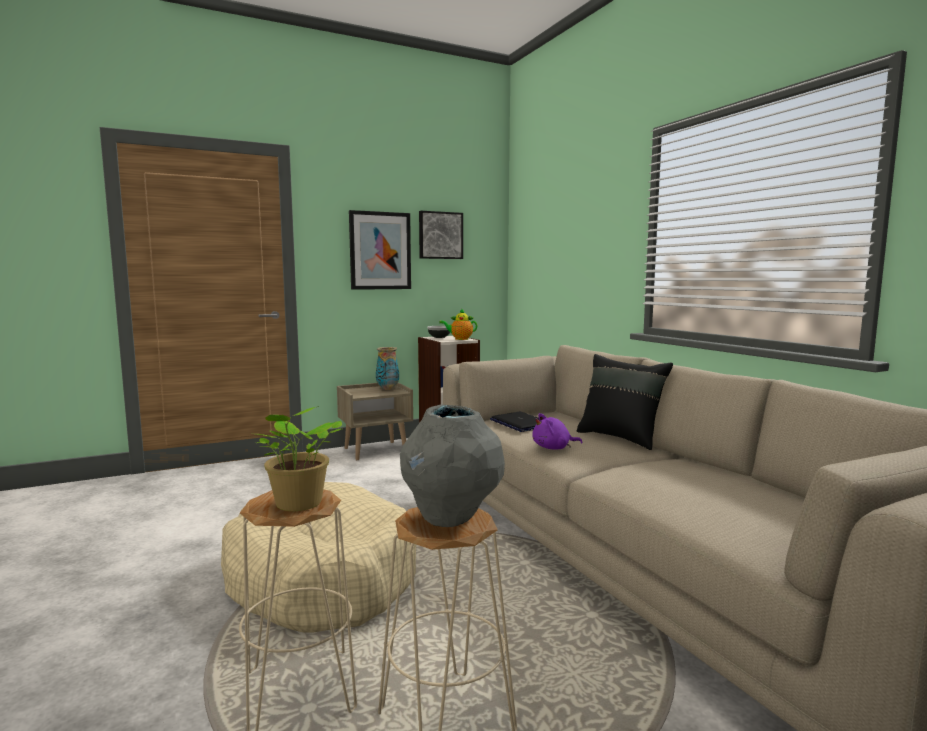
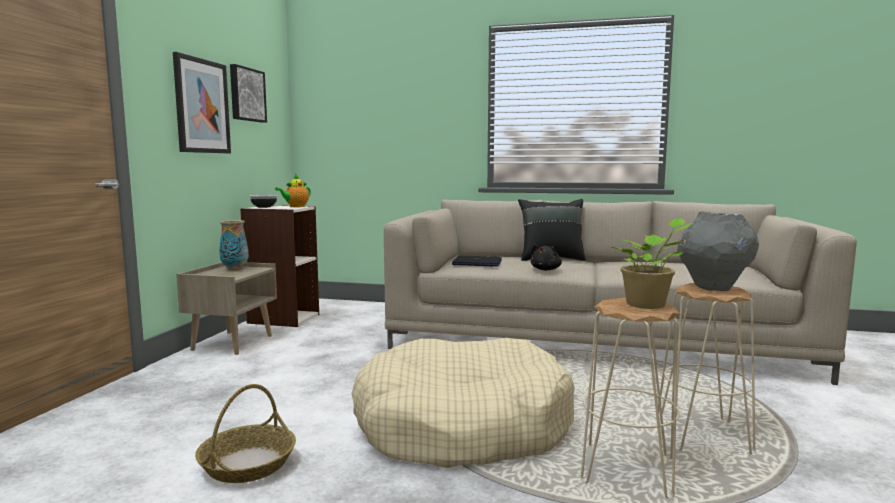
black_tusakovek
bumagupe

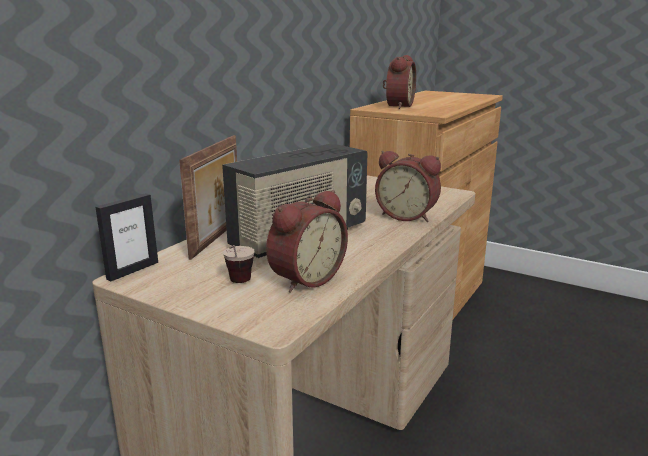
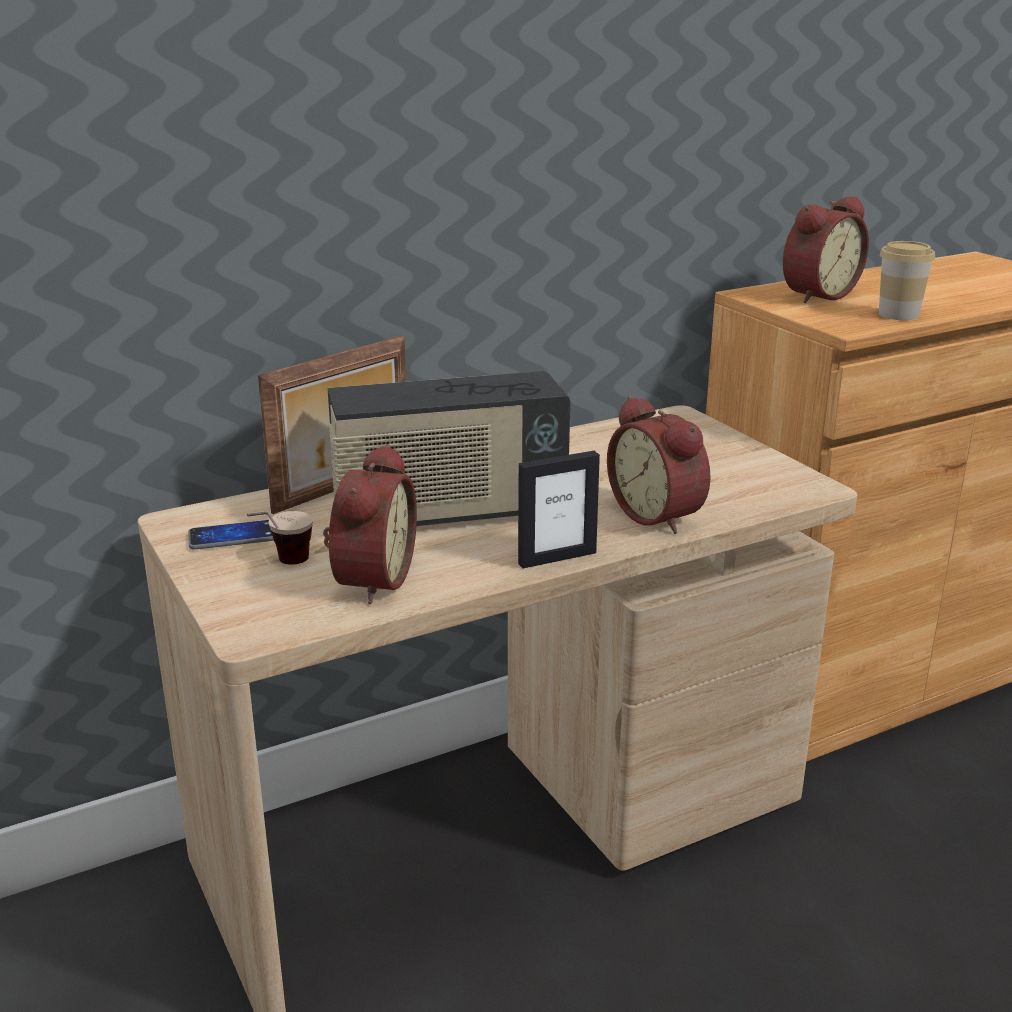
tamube (no. 2 from left)
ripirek (no. 1 from left)
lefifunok
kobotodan (no. 2 from left)

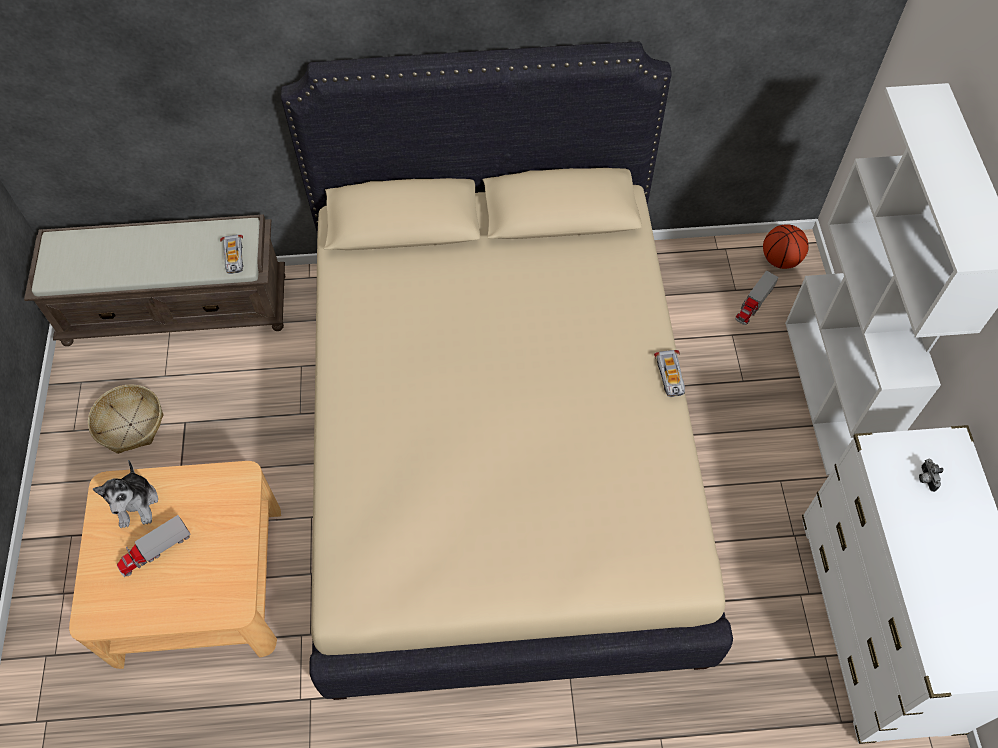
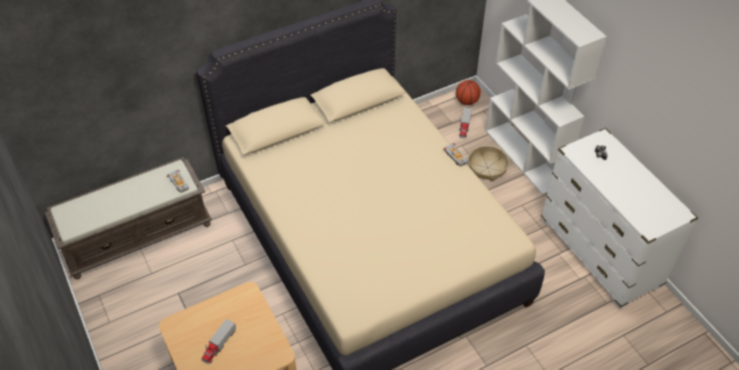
bumagupe
tusakovek

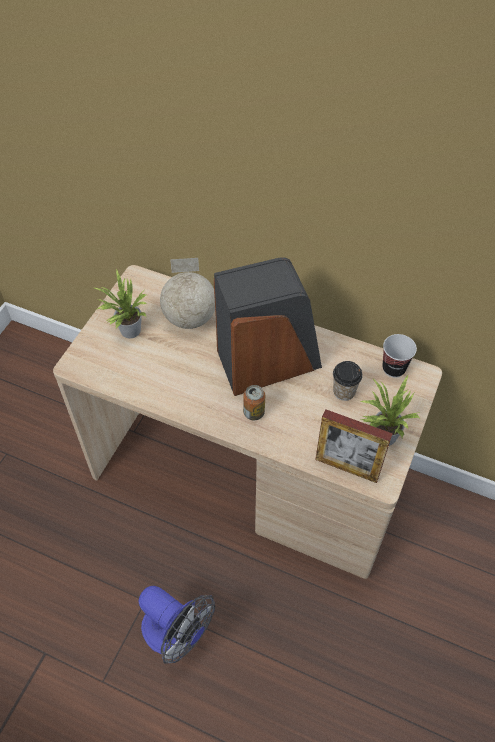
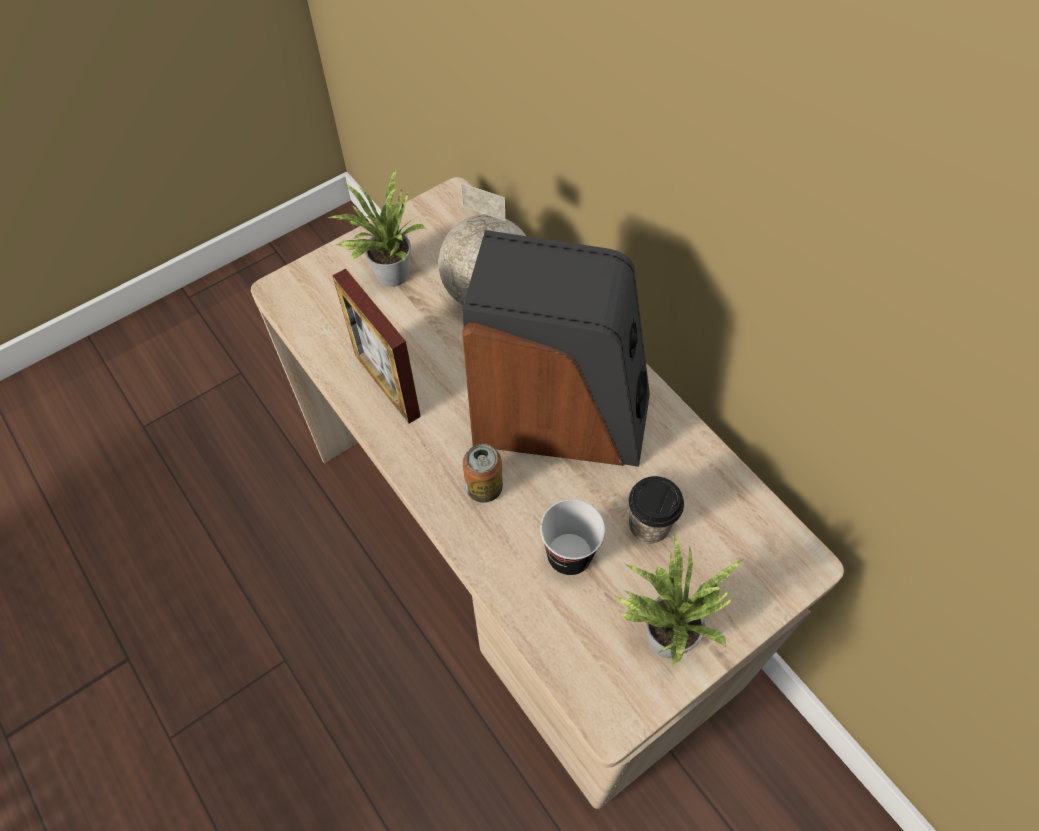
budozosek
tamube
kobotodan (no. 1 from left)

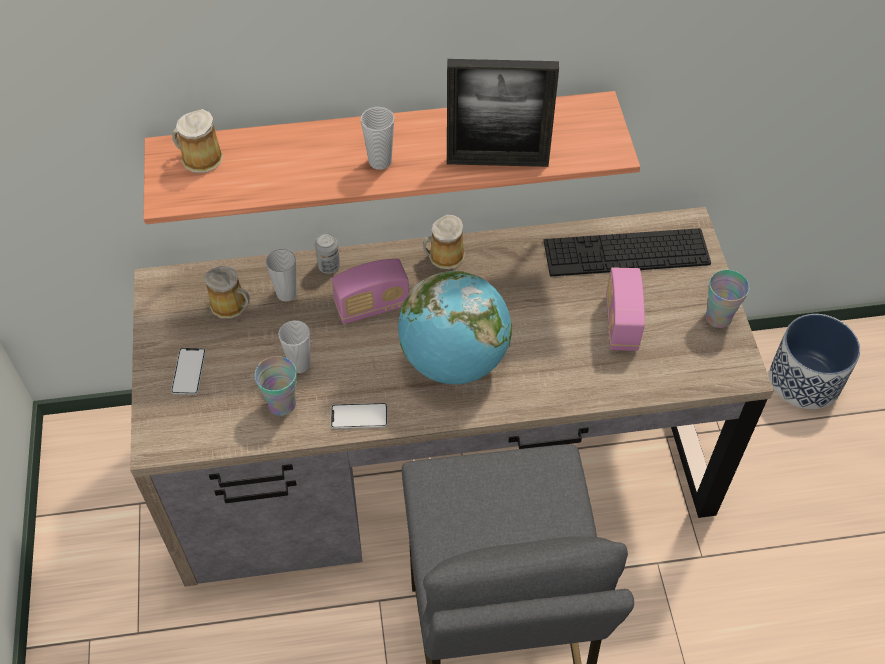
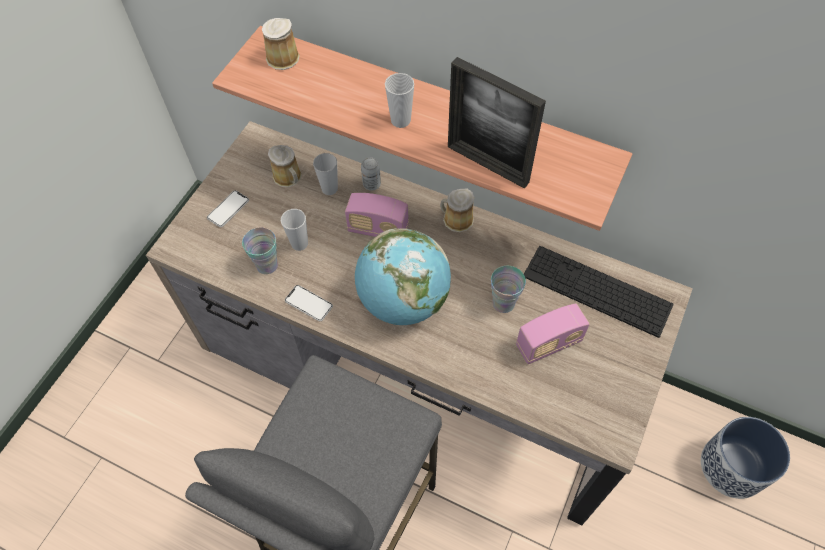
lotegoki (no. 2 from left)
kobotodan (no. 5 from left)

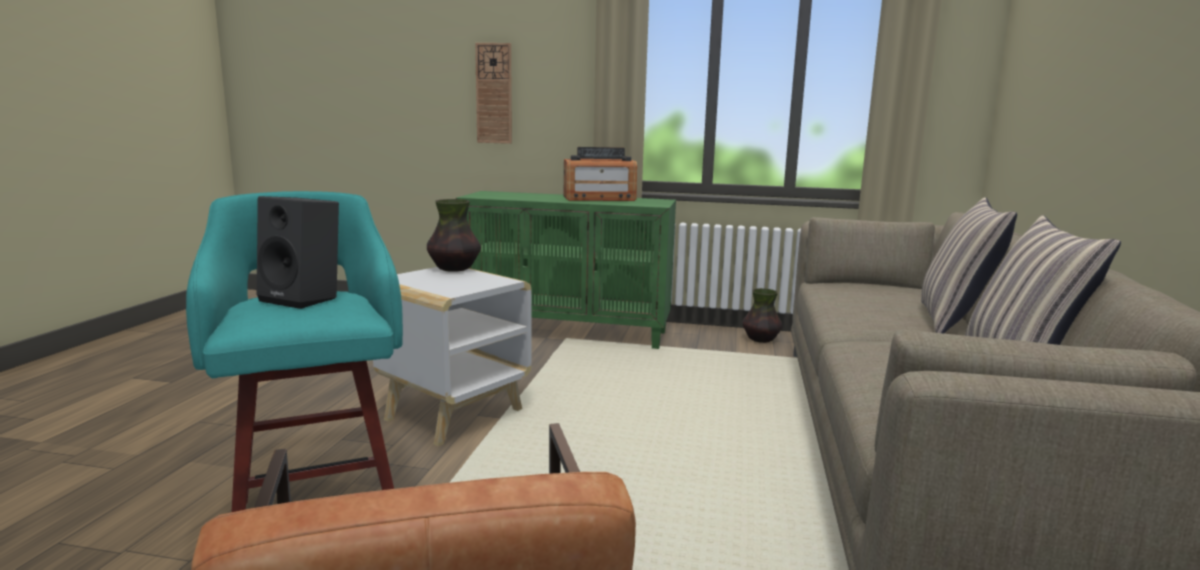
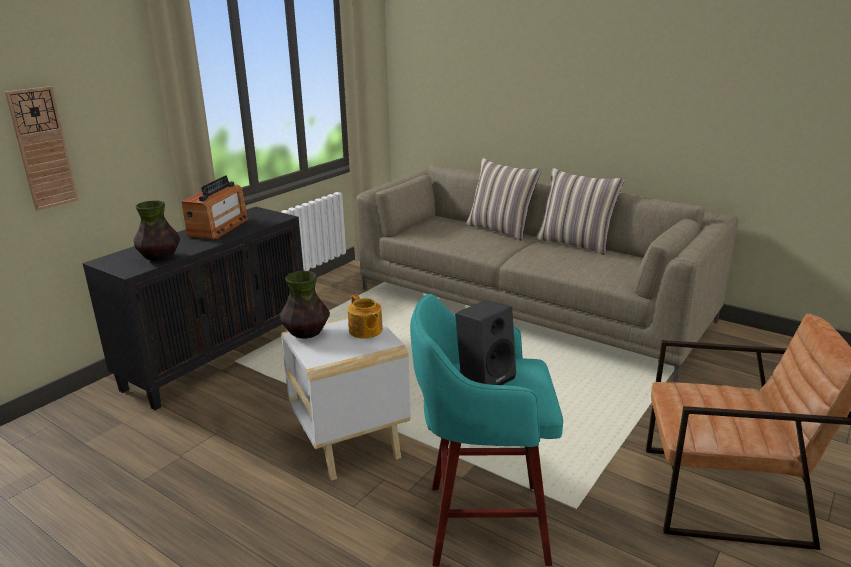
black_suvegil
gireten (no. 1 from left)
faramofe

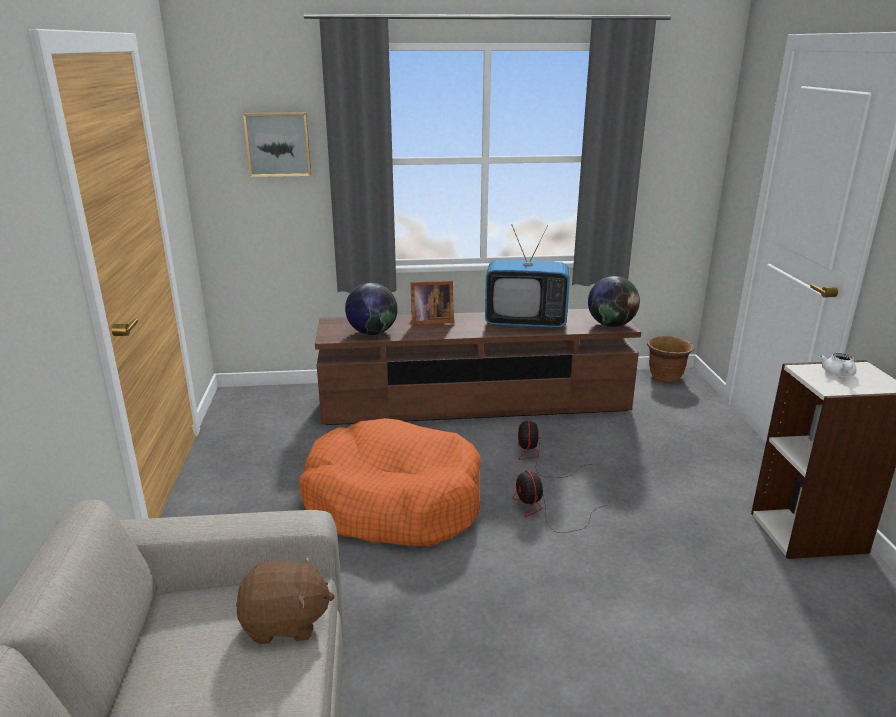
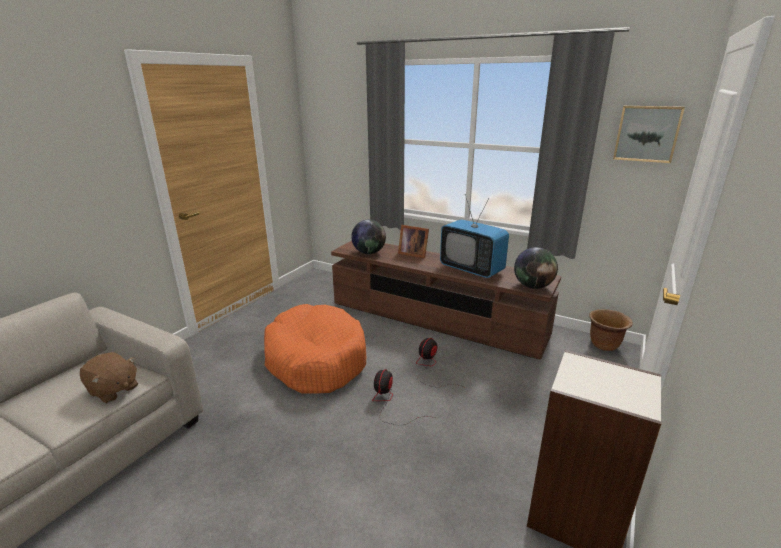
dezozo
white_faramofe

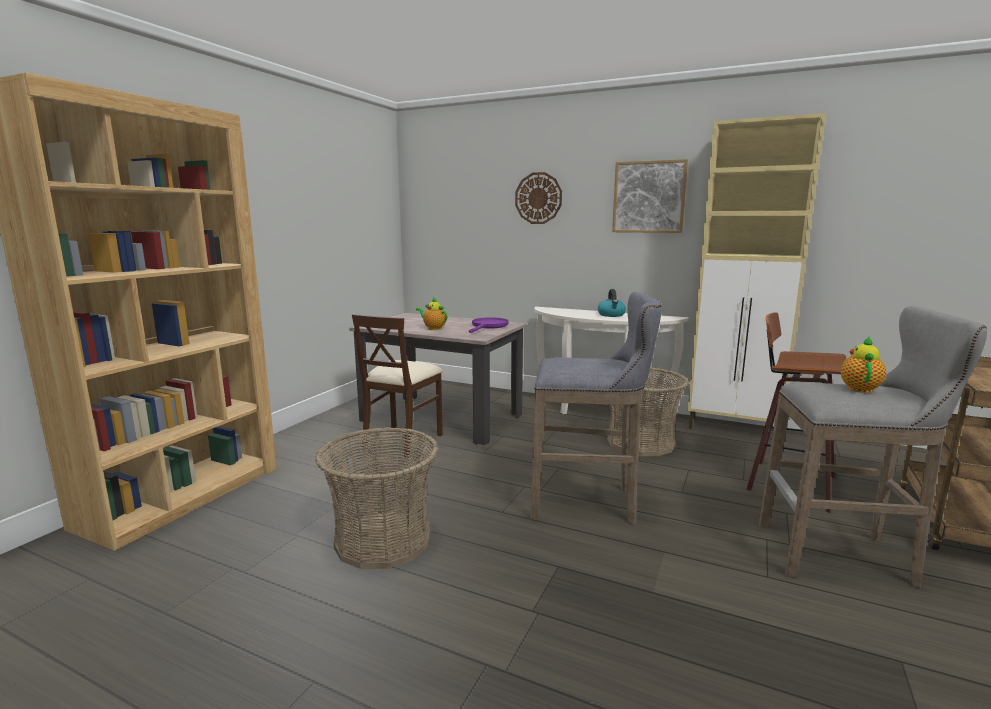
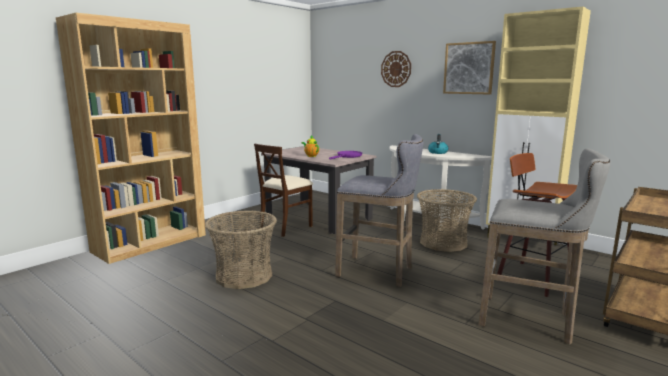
faramofe (no. 2 from left in the first image)

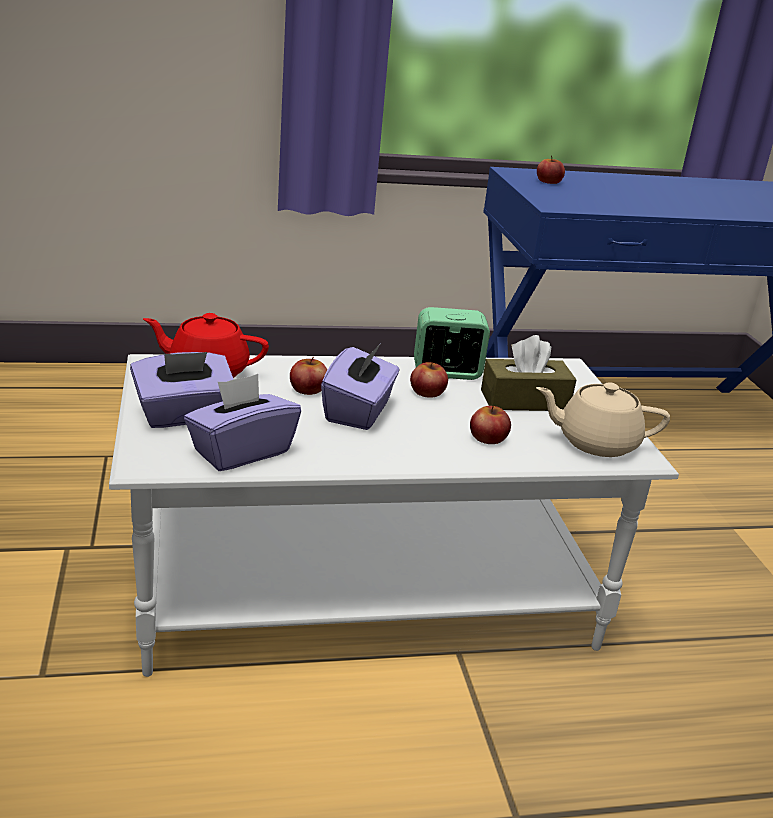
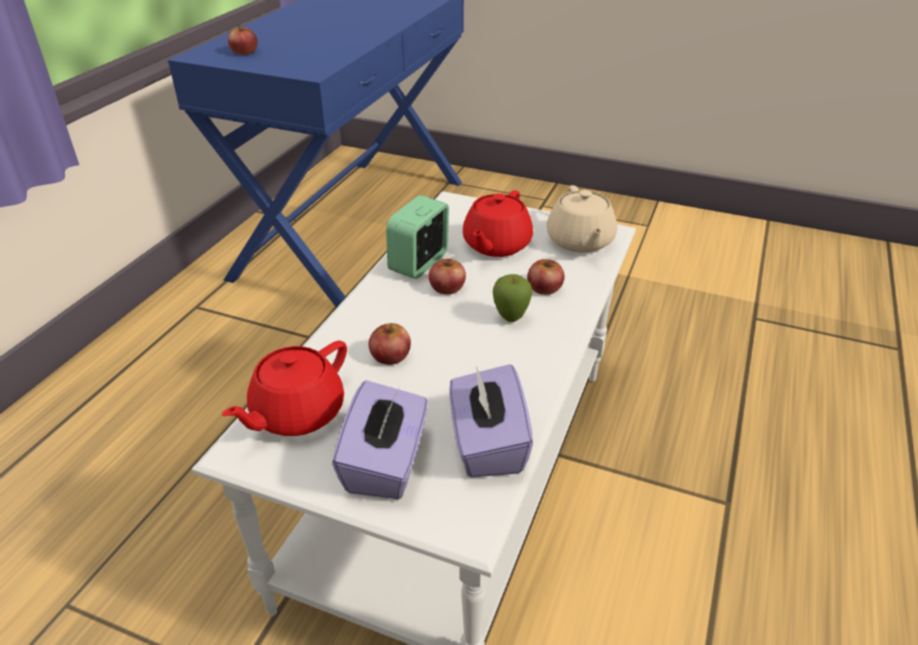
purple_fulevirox (no. 3 from left in the first image)
red_faramofe (no. 2 from left)
beige_faramofe
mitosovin (no. 4 from left)

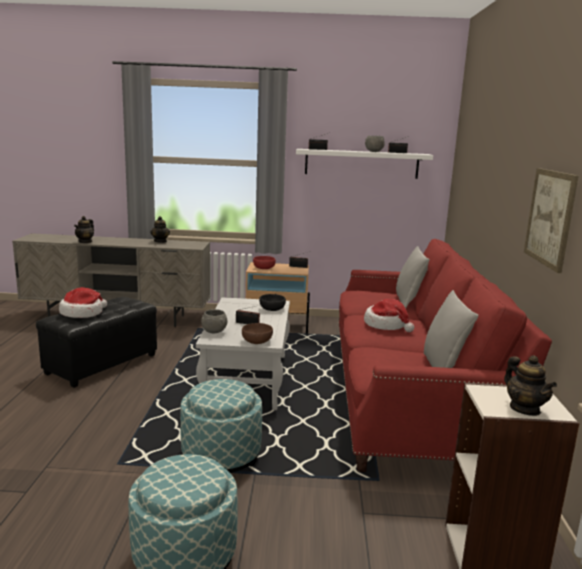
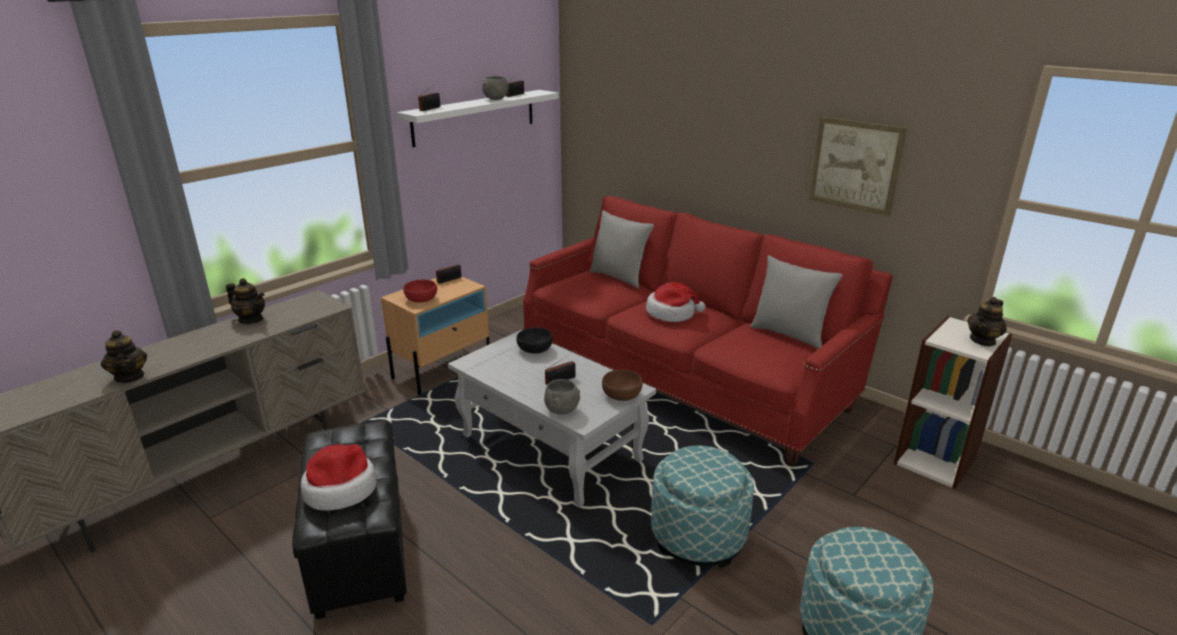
faramofe (no. 3 from left)

